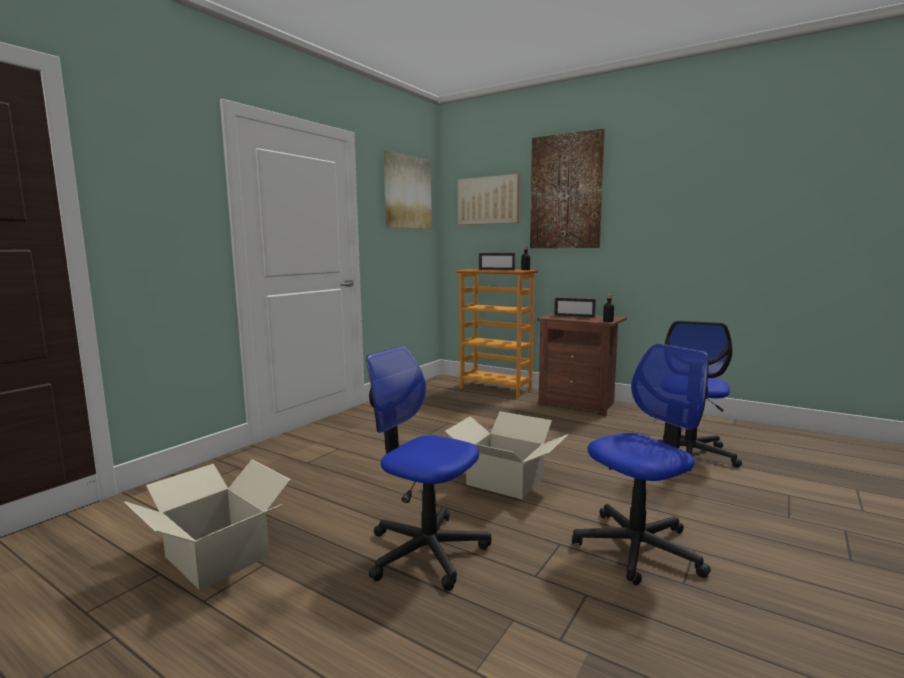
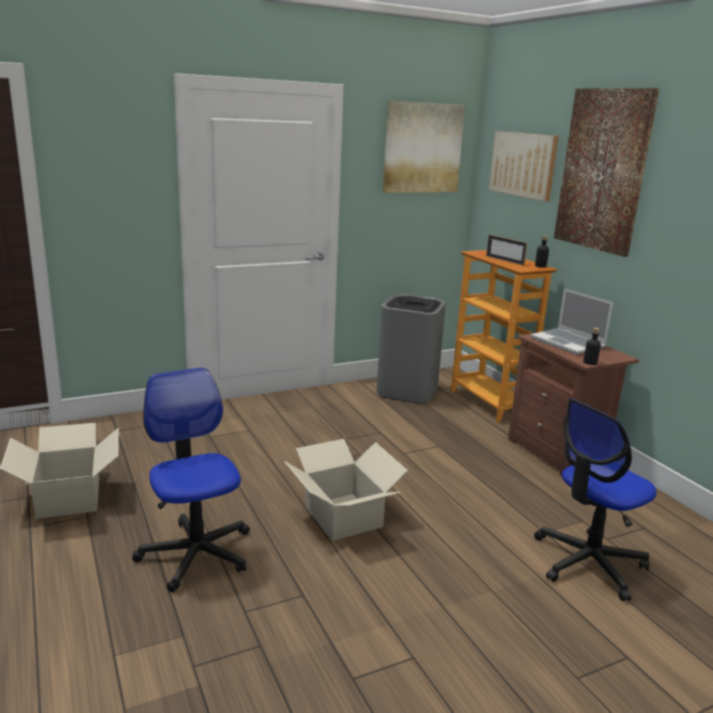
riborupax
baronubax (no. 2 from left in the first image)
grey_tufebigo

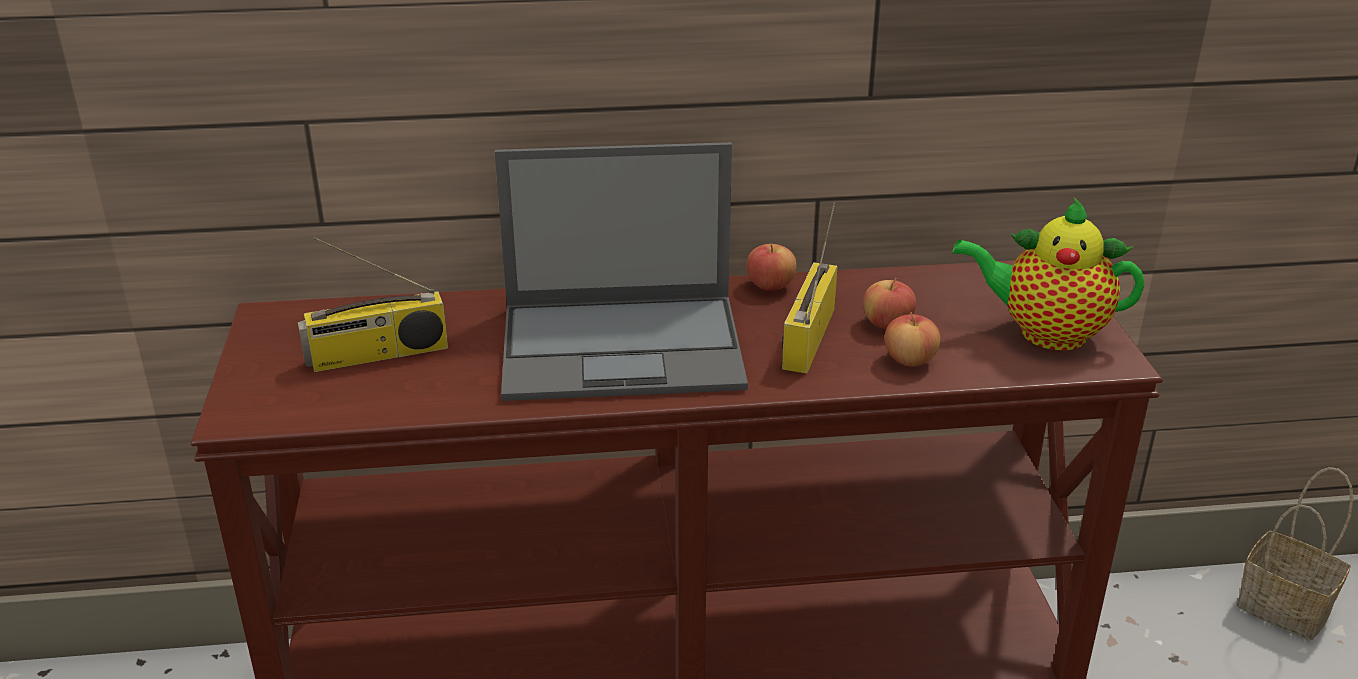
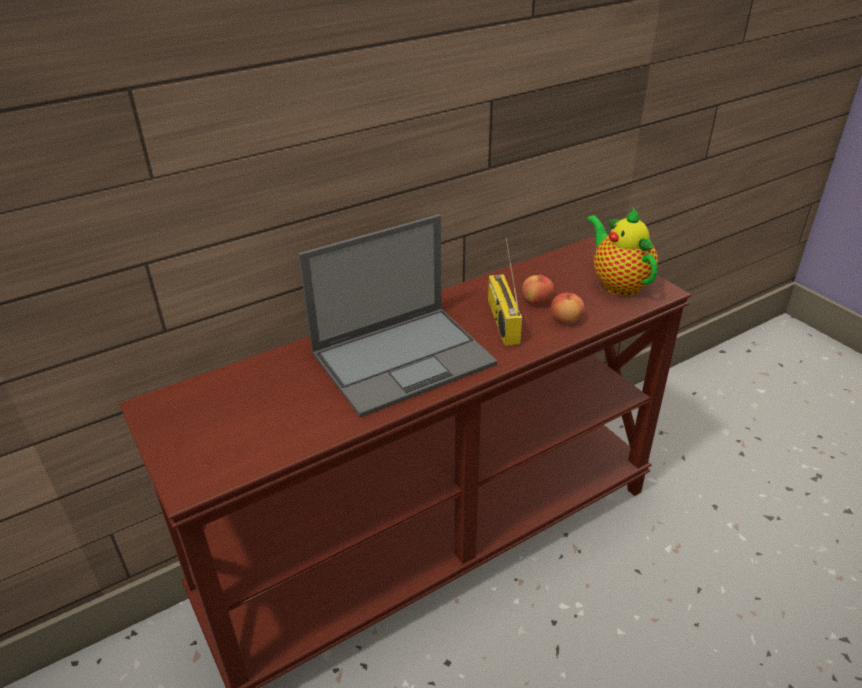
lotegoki (no. 1 from left in the first image)
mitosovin (no. 1 from left in the first image)
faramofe
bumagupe

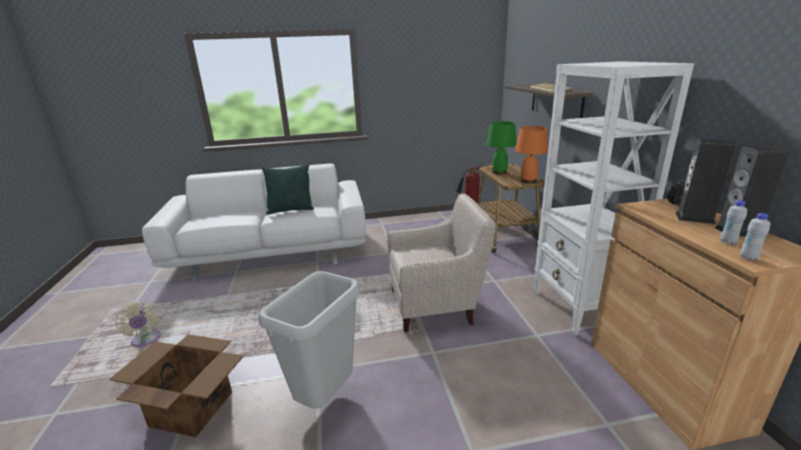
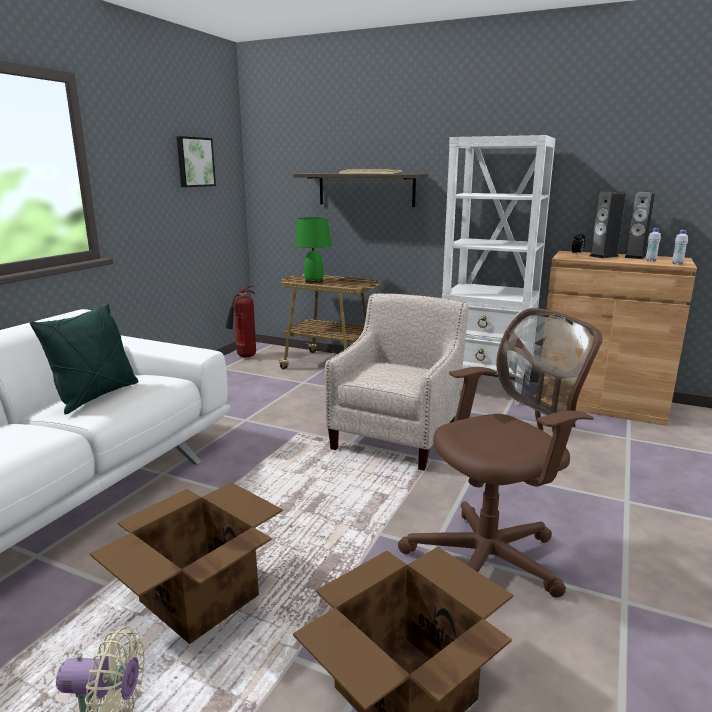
brown_baronubax
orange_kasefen
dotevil (no. 1 from left)
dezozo

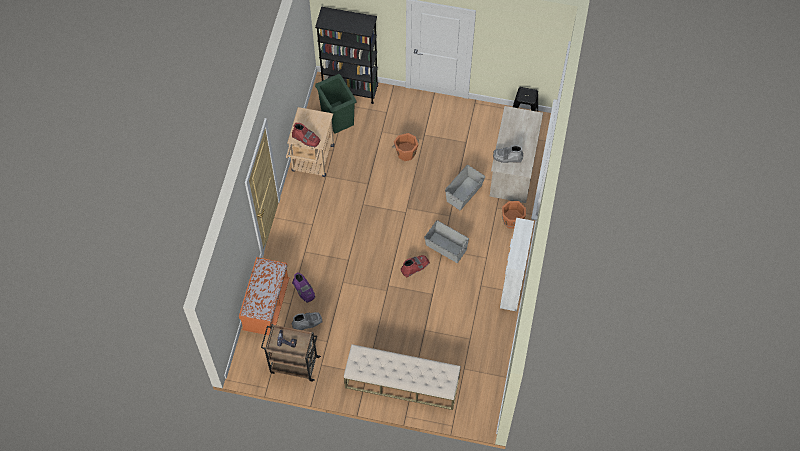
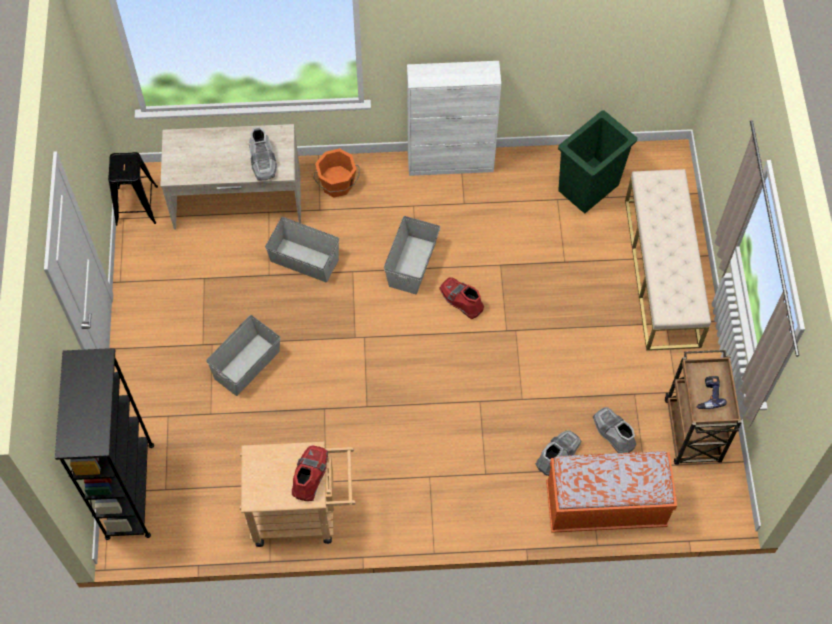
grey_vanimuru (no. 2 from left)
green_tufebigo
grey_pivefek (no. 1 from left)

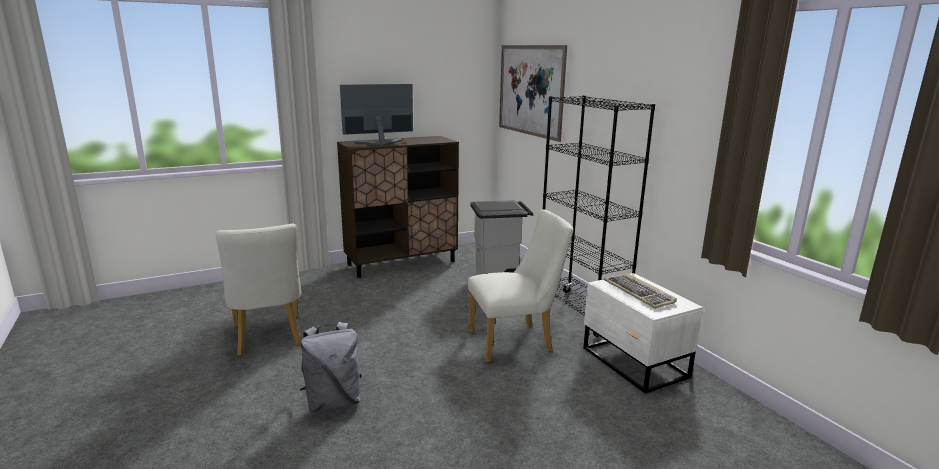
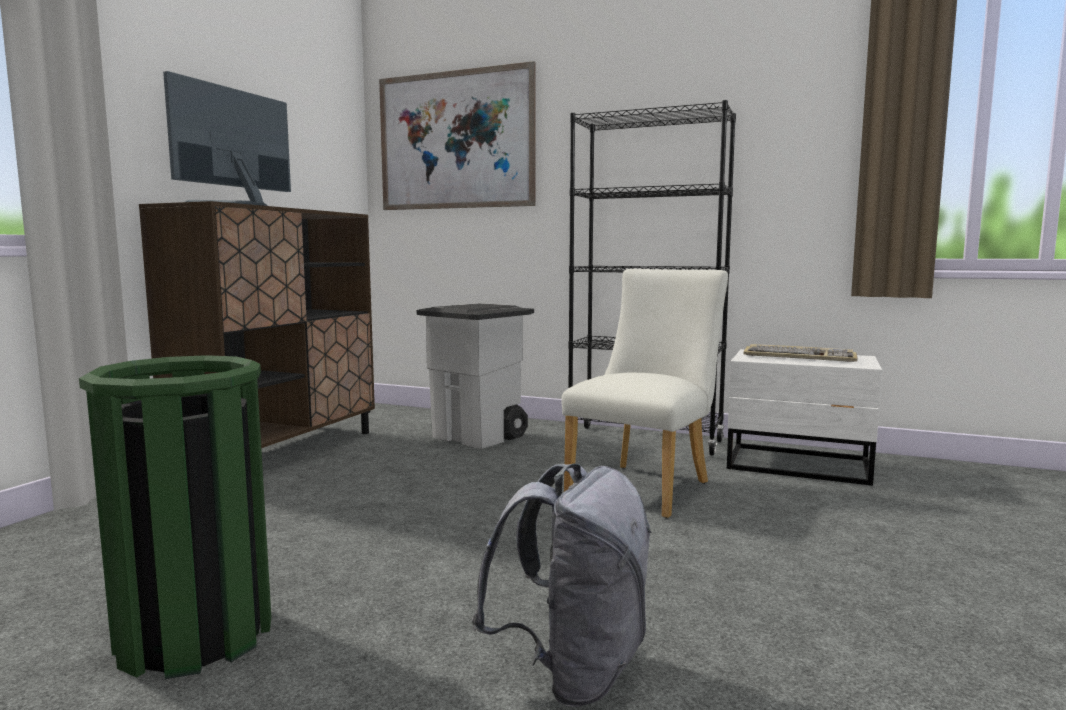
green_tufebigo

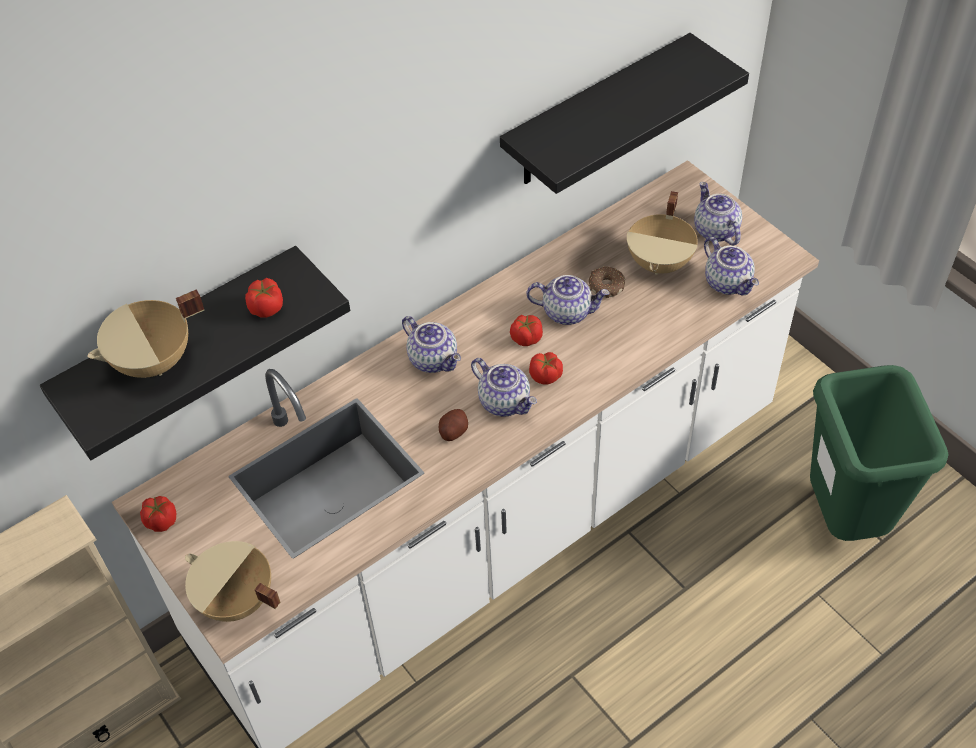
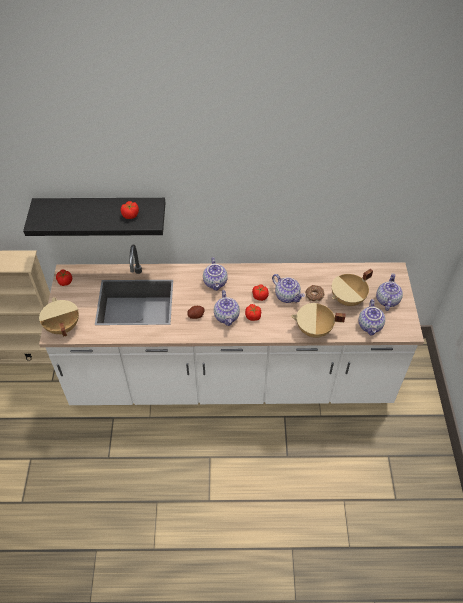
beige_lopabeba (no. 2 from left)
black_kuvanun (no. 2 from left in the first image)
green_tufebigo

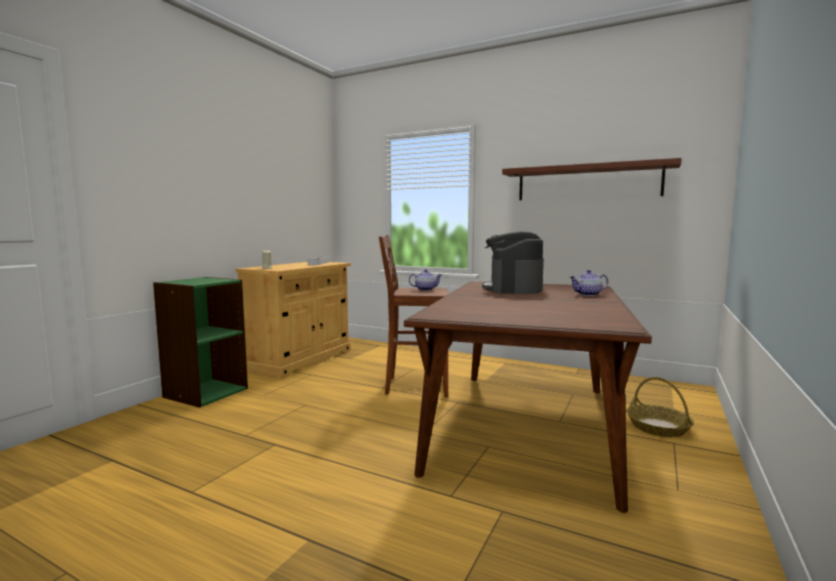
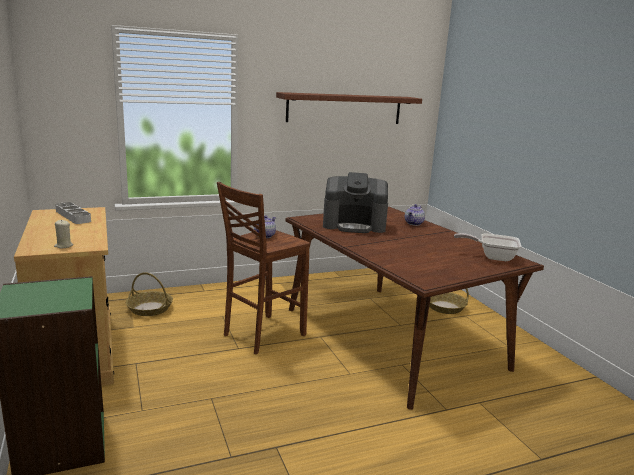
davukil
bumagupe (no. 1 from left)
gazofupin

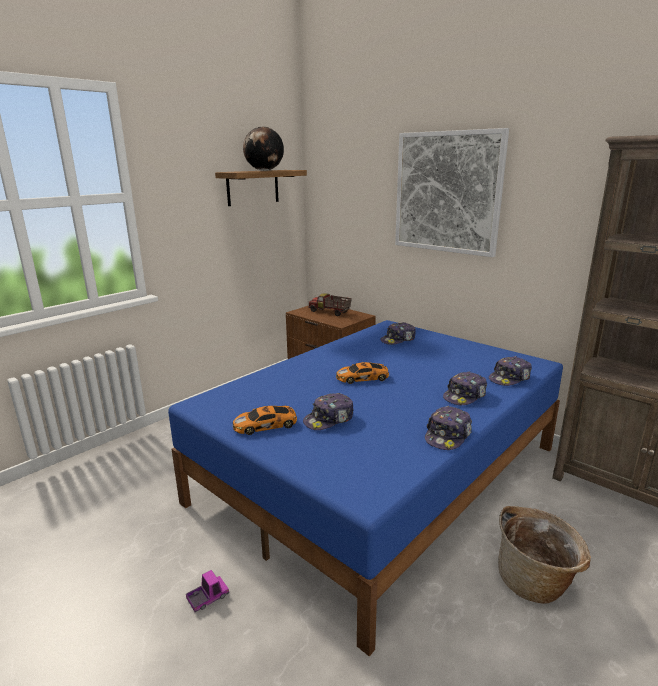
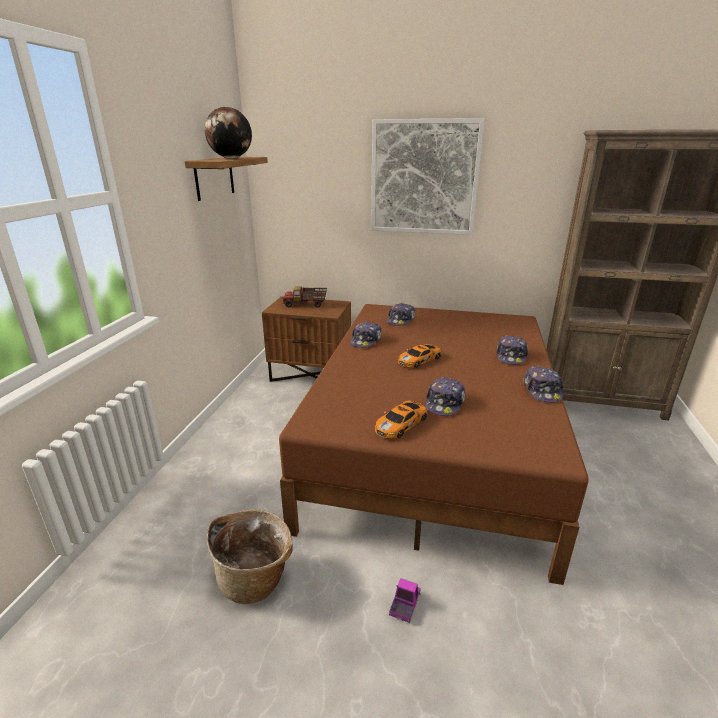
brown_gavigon
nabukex (no. 1 from left)
bumagupe

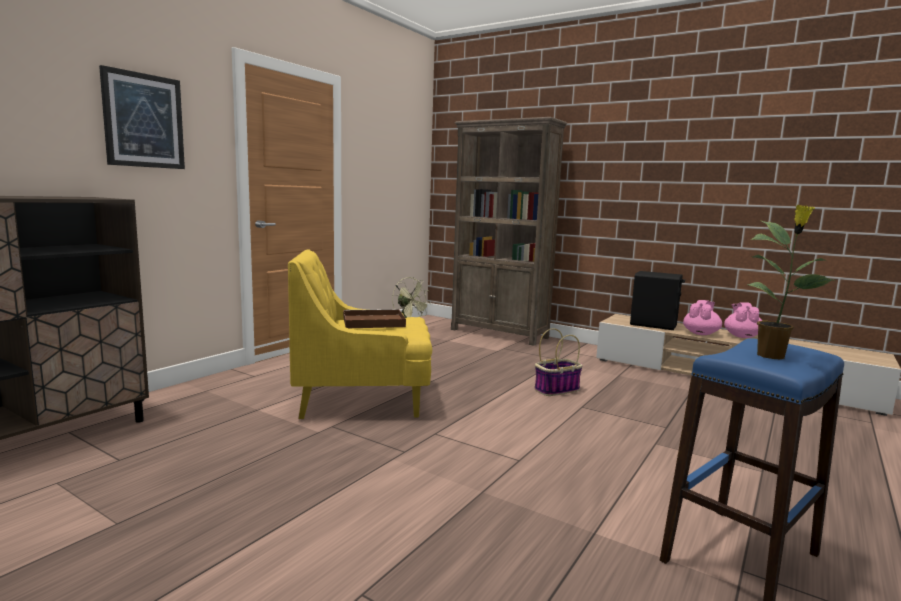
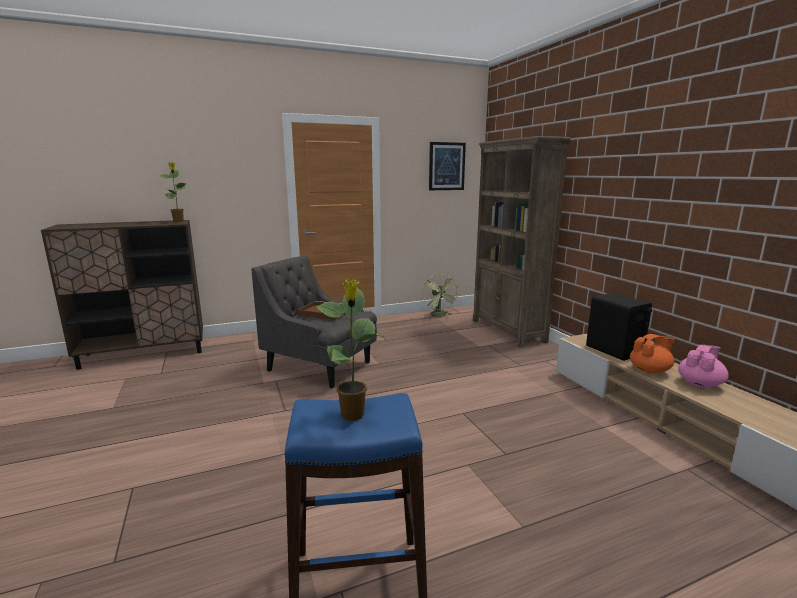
dezozo
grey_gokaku
bumagupe
orange_faramofe
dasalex (no. 1 from left)

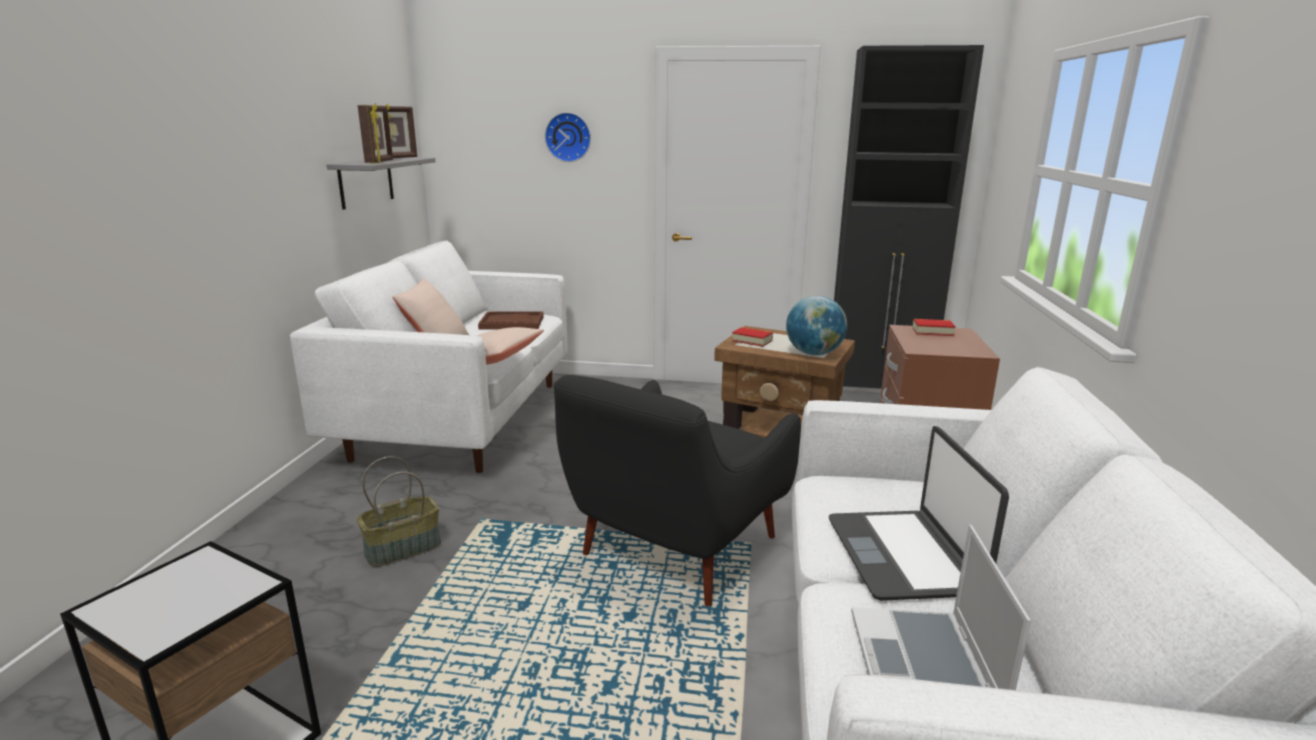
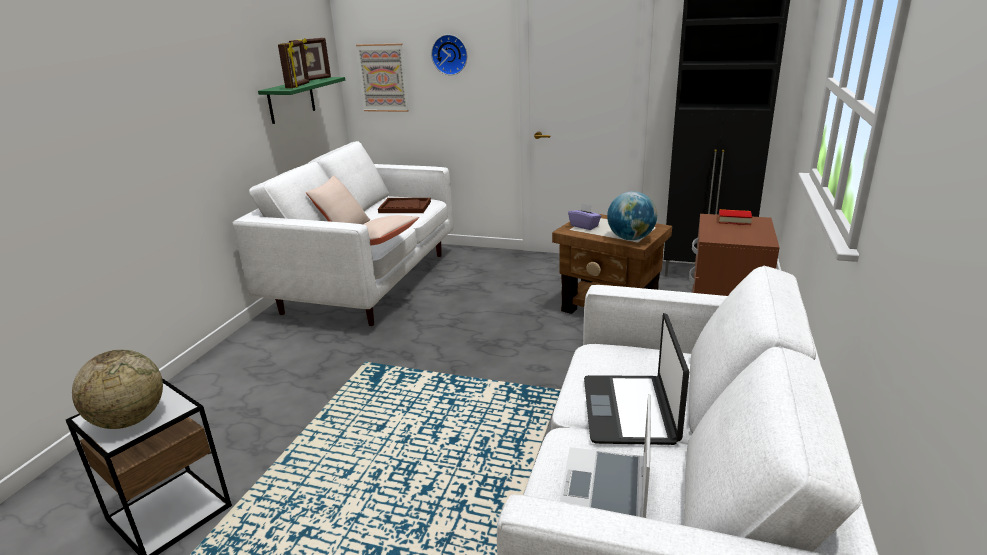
green_kuvanun
bumagupe
black_gokaku
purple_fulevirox
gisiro (no. 1 from left)
dezozo

